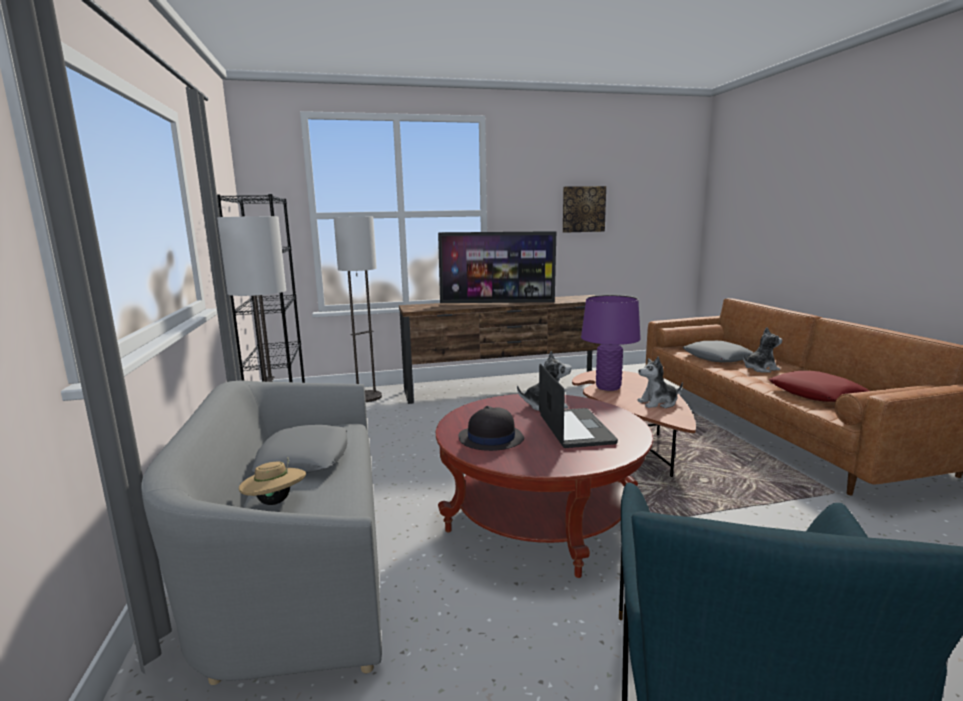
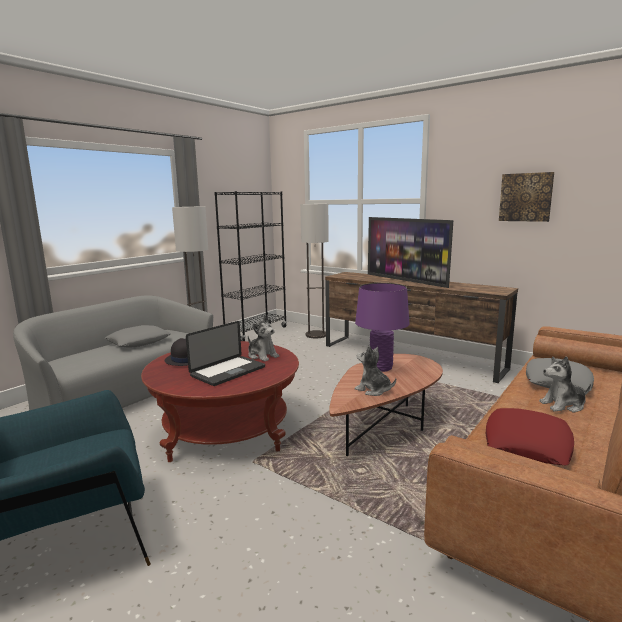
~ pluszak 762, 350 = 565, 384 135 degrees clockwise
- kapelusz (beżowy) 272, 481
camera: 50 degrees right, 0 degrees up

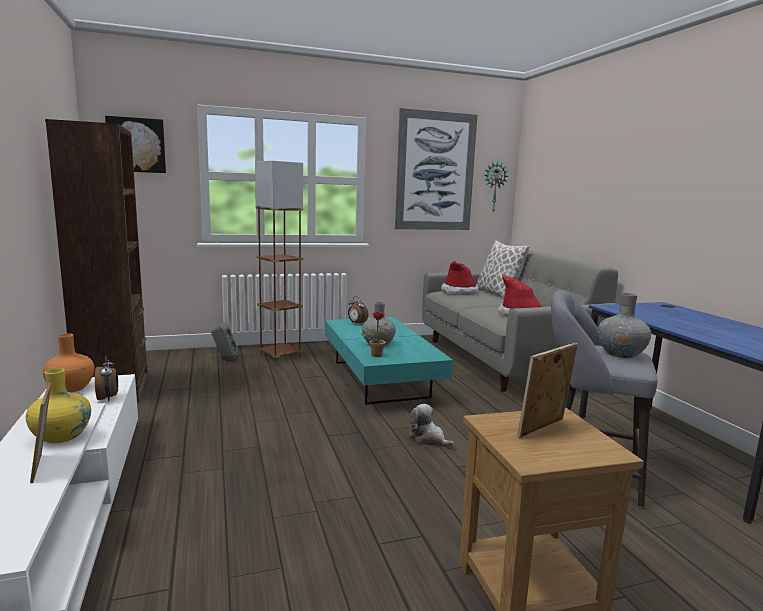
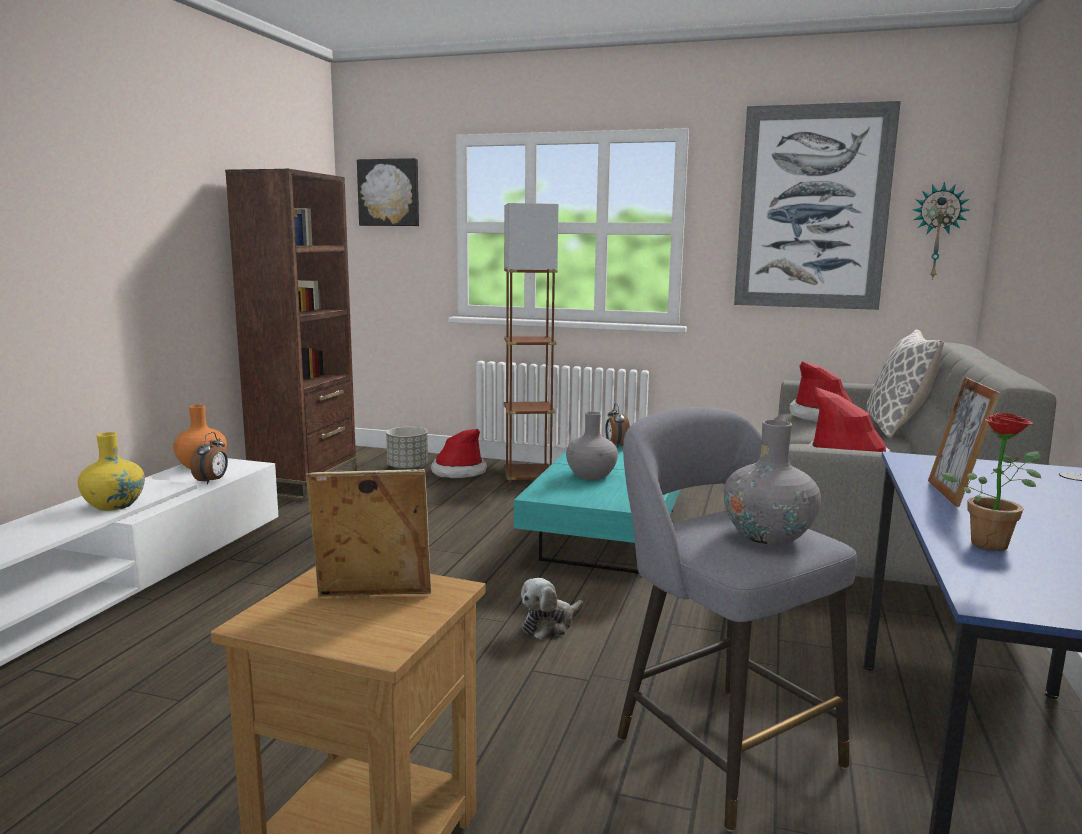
+ donica (szary) 407, 448
~ głośnik (szary) 225, 341 to kapelusz 459, 453
~ pluszak 431, 426 = 552, 609 120 degrees counterclockwise
~ ramka na zdjęcie 40, 433 to 964, 442
~ roślina doniczkowa 375, 334 to 991, 482
camera: 35 degrees right, 0 degrees up

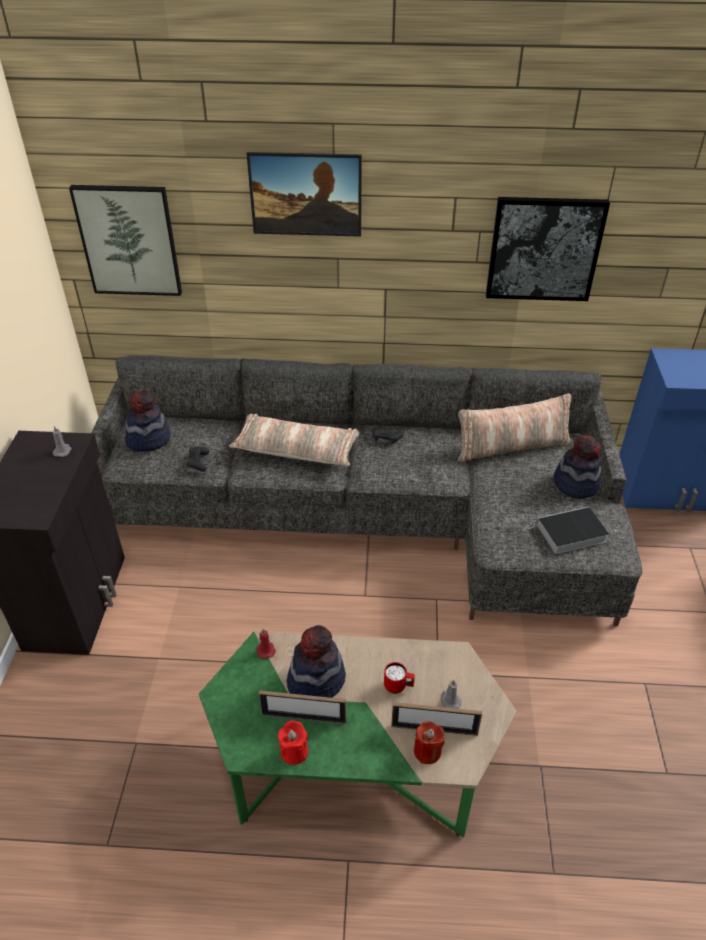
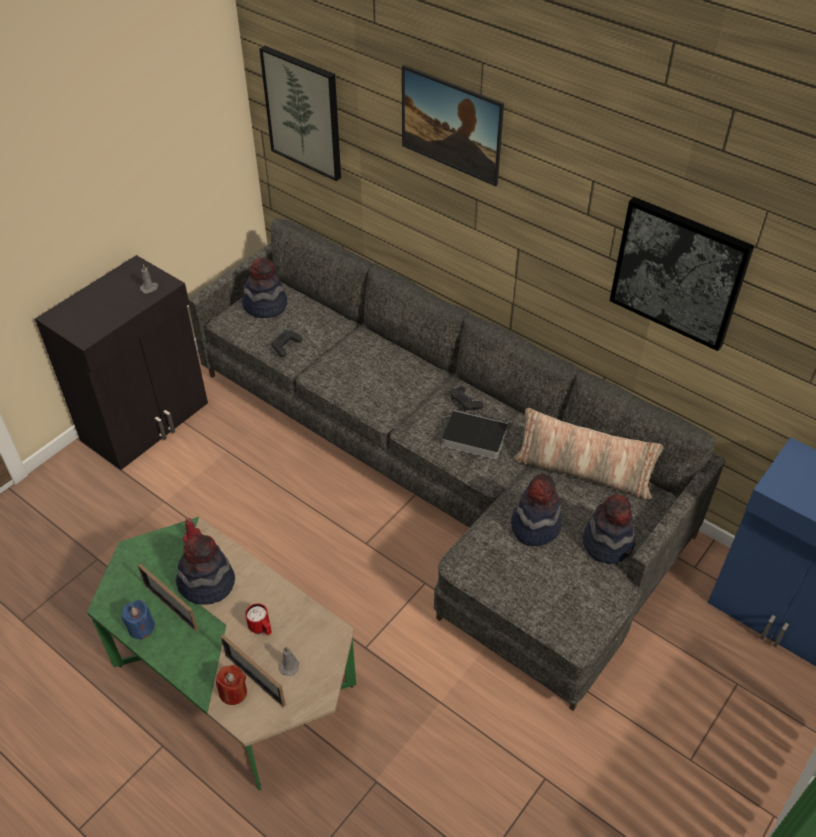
~ świeca (czerwony) 293, 743 to świeca (niebieski) 138, 620
~ książka 568, 530 to 474, 435
+ kapelusz 536, 510
- poduszka 294, 439
camera: 35 degrees right, 5 degrees up

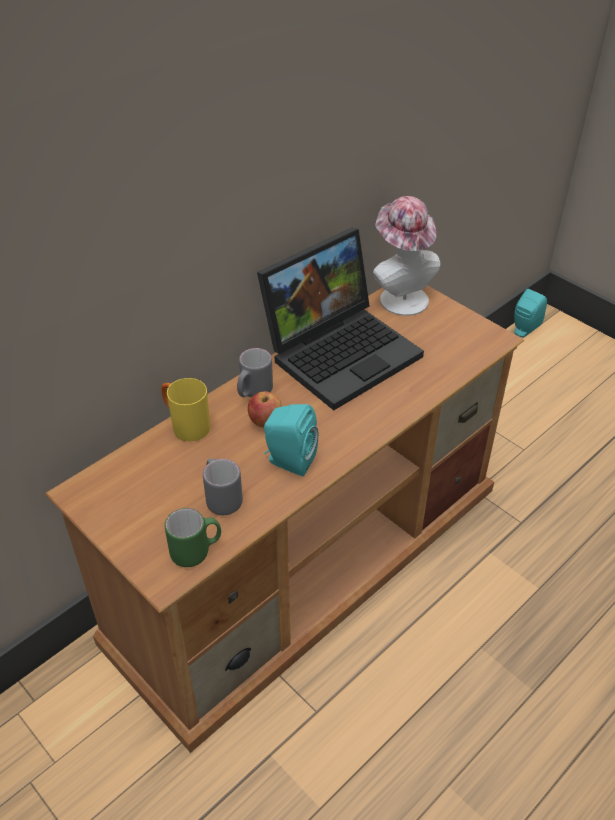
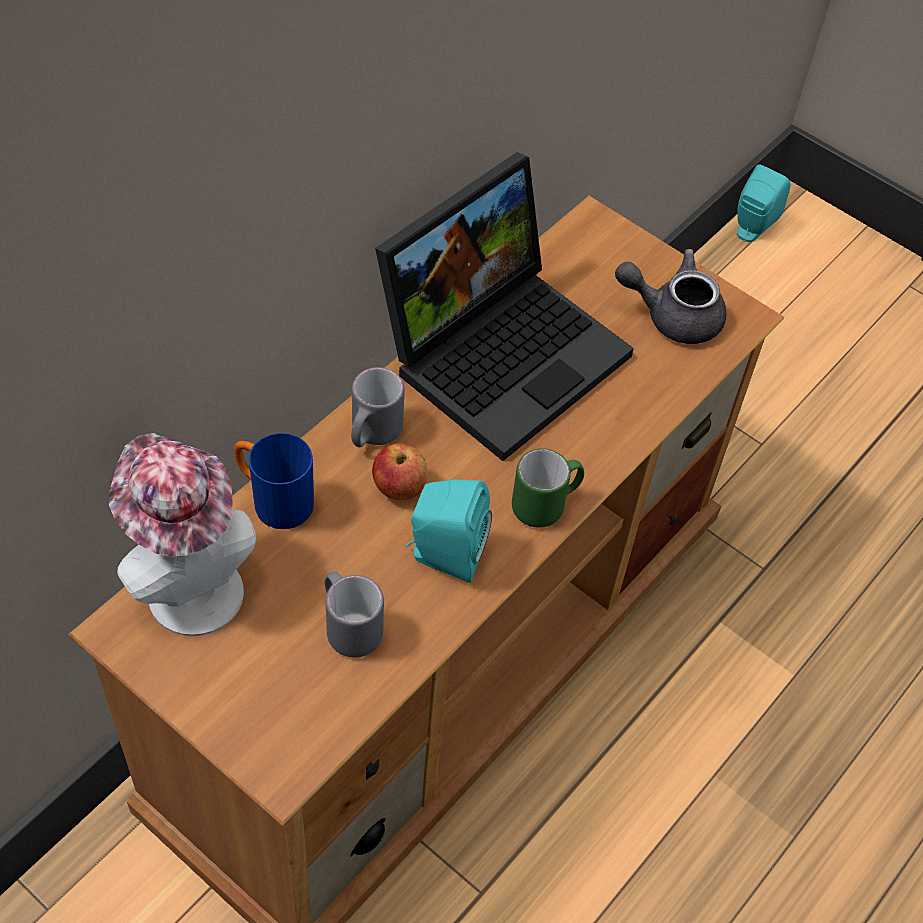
~ kapelusz 406, 256 to 182, 534
~ kubek (żółty) 185, 409 to kubek (niebieski) 274, 481
~ kubek (zielony) 193, 537 to 548, 488
+ imbryk (szary) 671, 296
camera: 10 degrees left, 10 degrees up

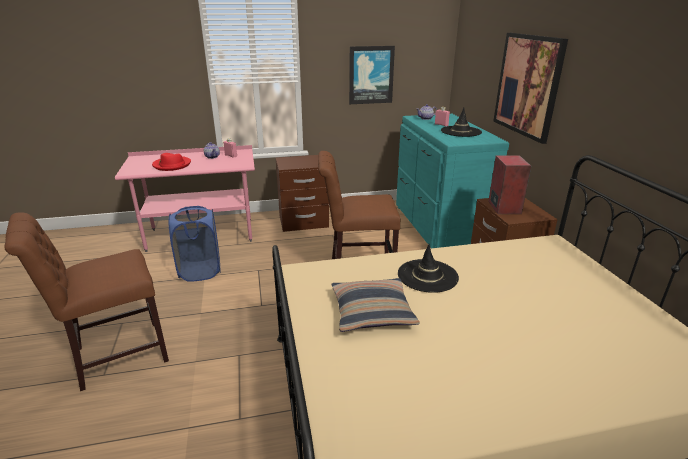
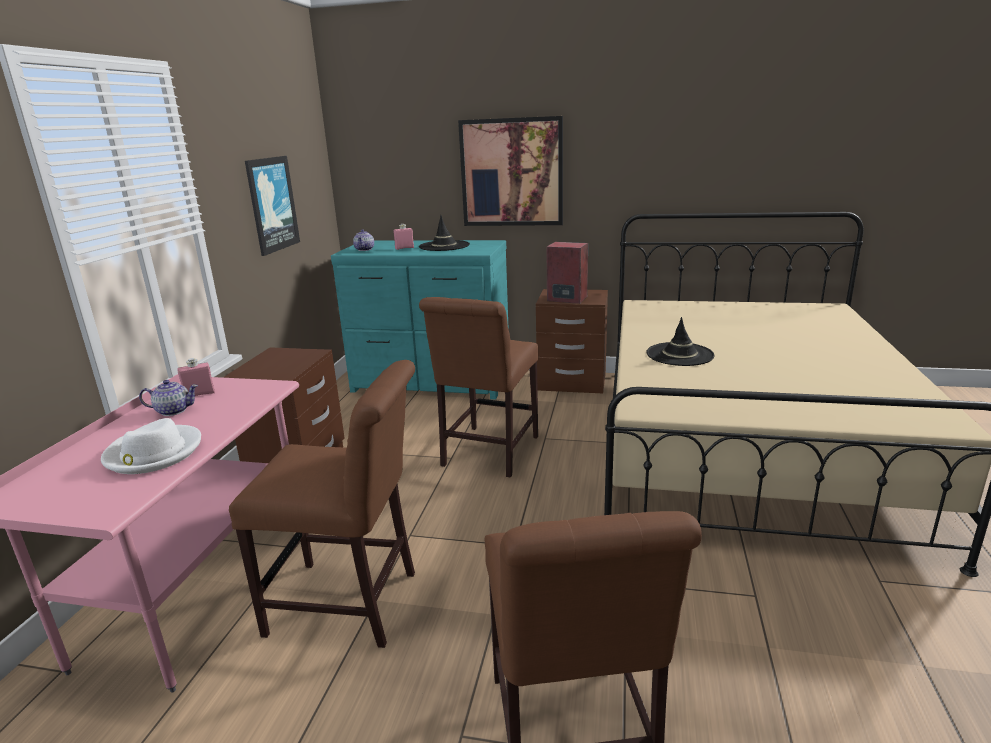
~ kapelusz (czerwony) 171, 162 to kapelusz (biały) 151, 446
~ kosz na pranie (niebieski) 195, 244 to krzesło (brązowy) 322, 504
- poduszka 375, 305
camera: 65 degrees left, 5 degrees down

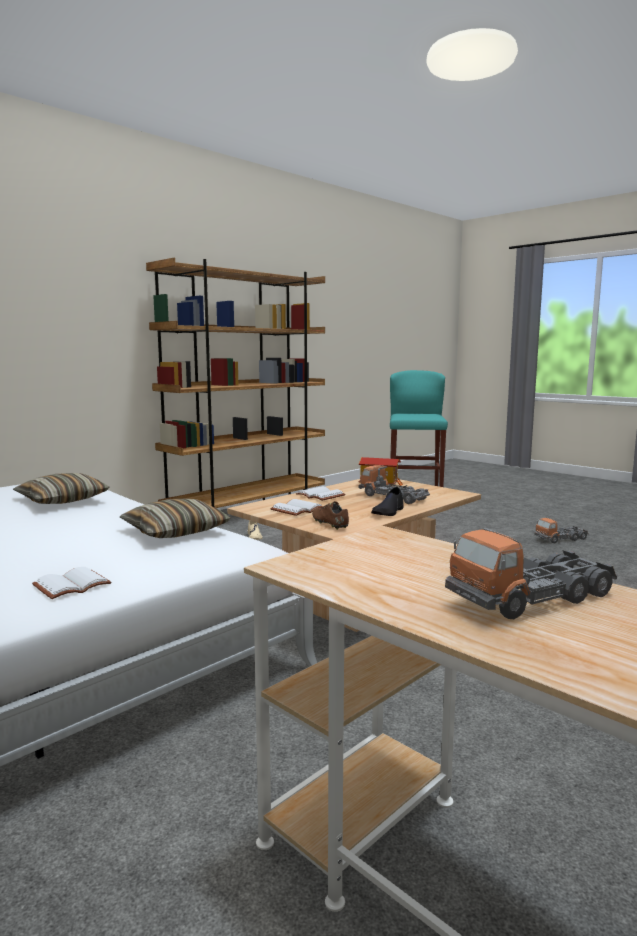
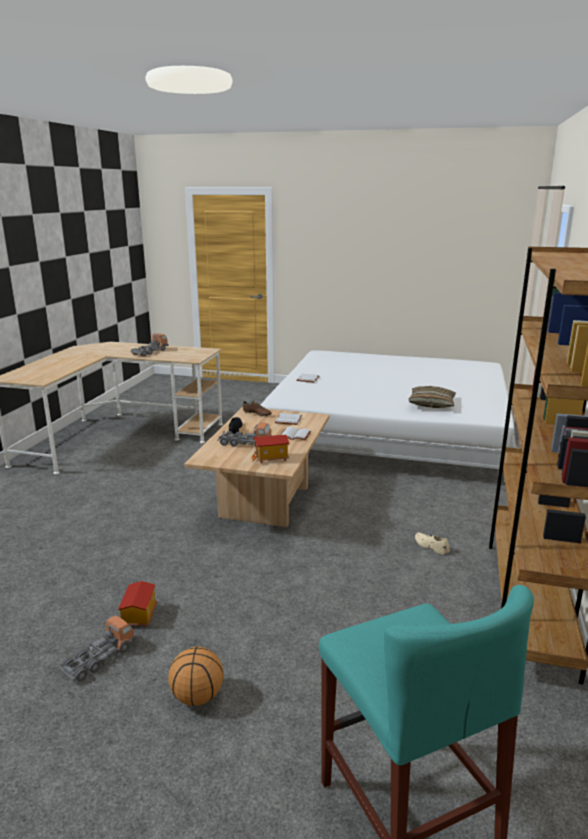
+ domek 137, 604
+ piłka do koszykówki 195, 676
- poduszka 175, 518
camera: 150 degrees right, 10 degrees up

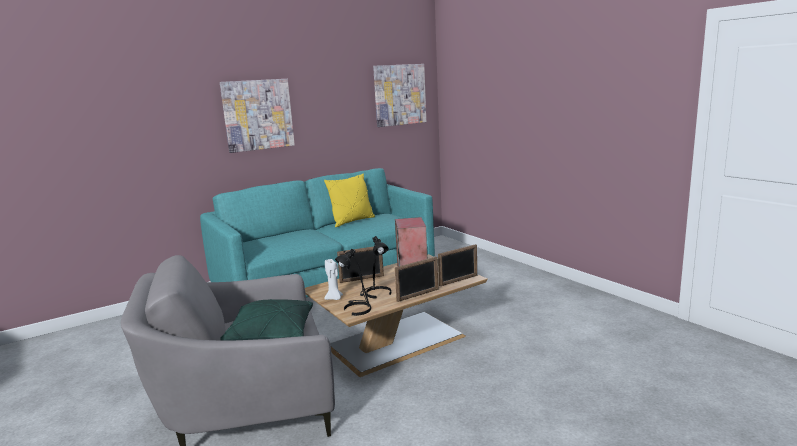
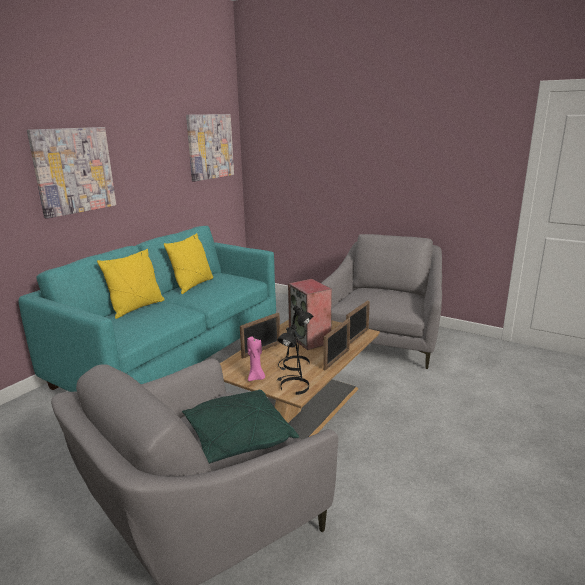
+ poduszka (żółty) 131, 284
~ świeca (biały) 333, 279 to świeca (różowy) 256, 359
+ fotel (szary) 381, 301
camera: 25 degrees left, 5 degrees up

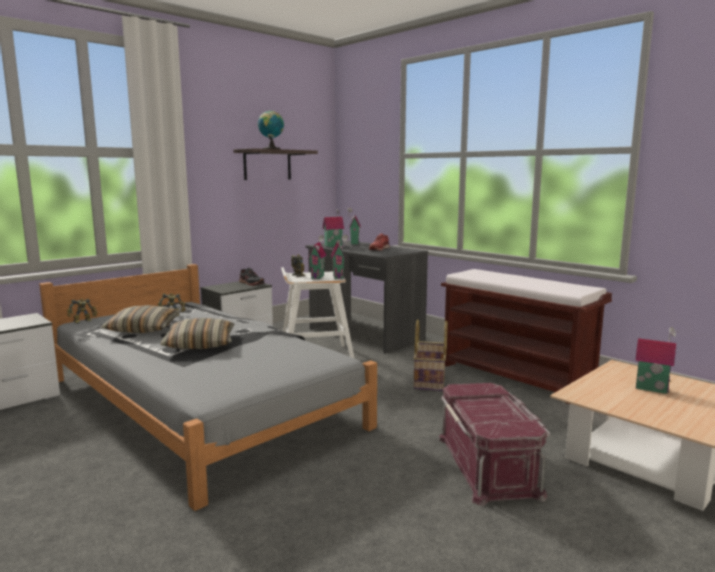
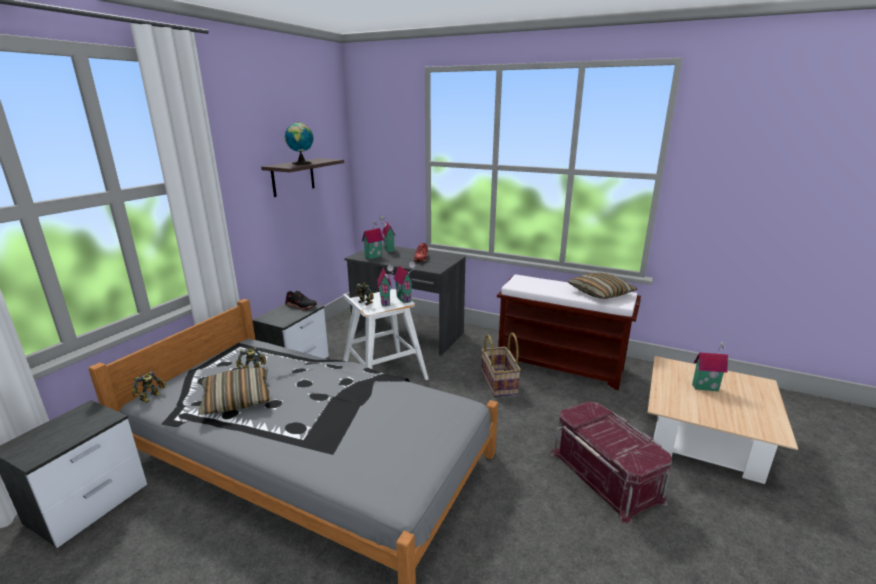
~ poduszka 197, 333 to 602, 285
camera: 20 degrees left, 10 degrees up

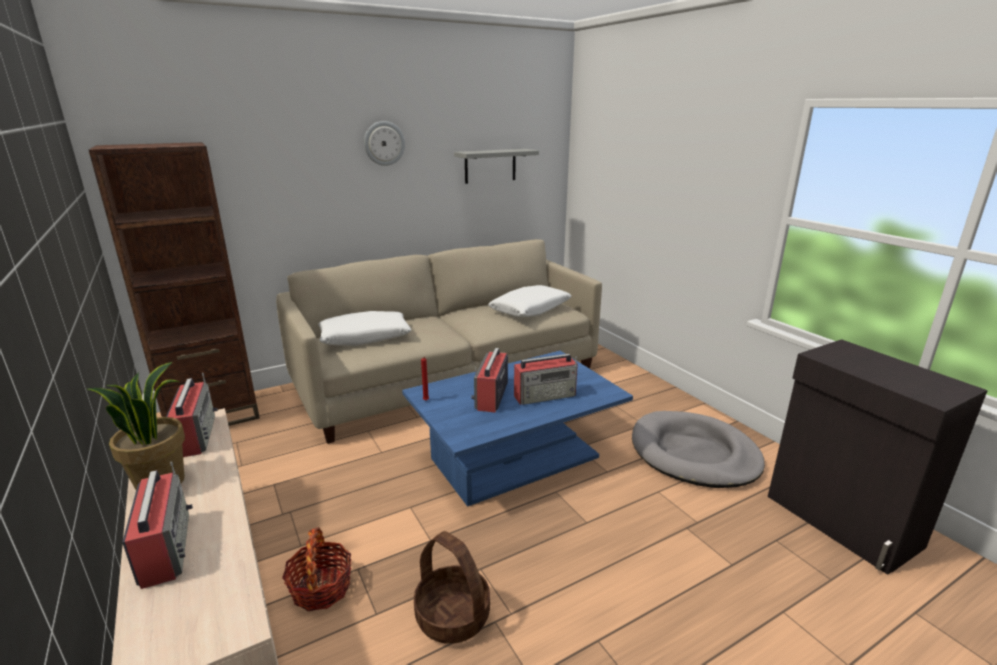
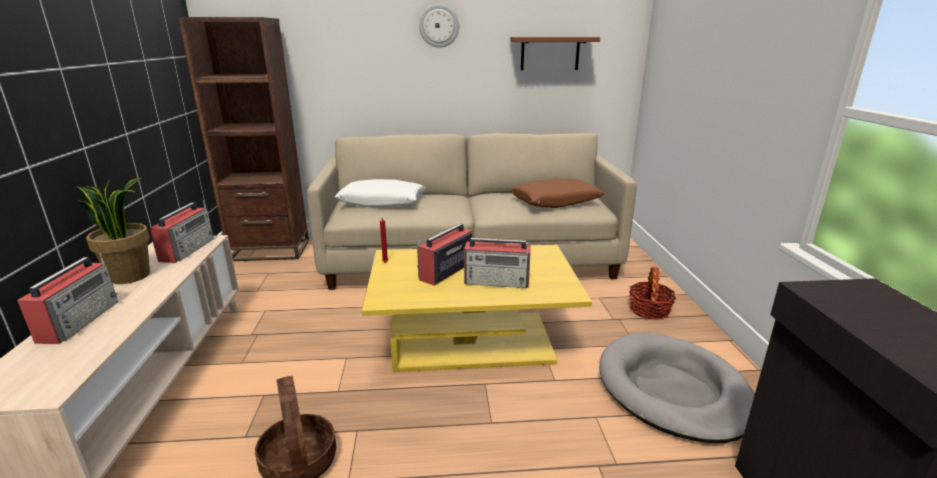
~ ława (niebieski) 517, 429 to ława (żółty) 477, 308
~ półka (szary) 496, 166 to półka (brązowy) 555, 53
~ poduszka (biały) 530, 301 to poduszka (brązowy) 557, 193
~ koszyk 317, 569 to 652, 293
camera: 25 degrees right, 0 degrees up

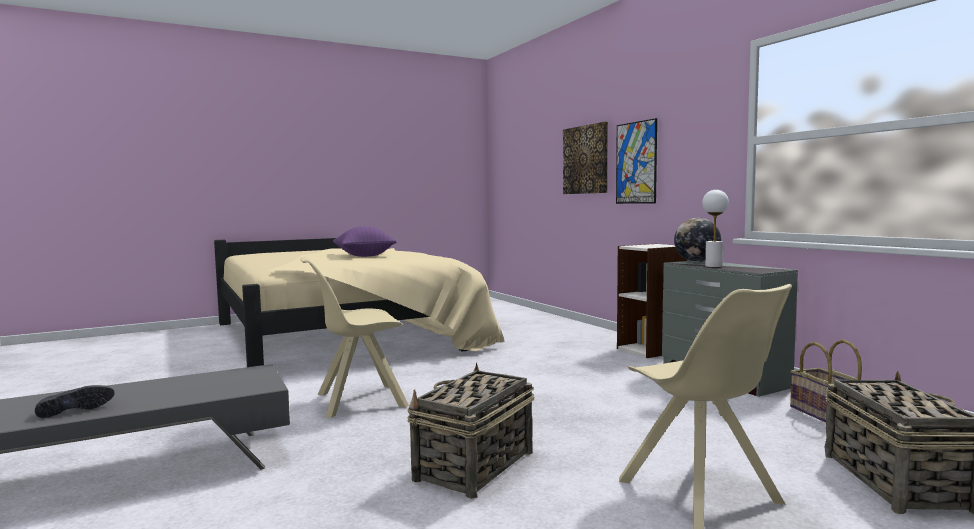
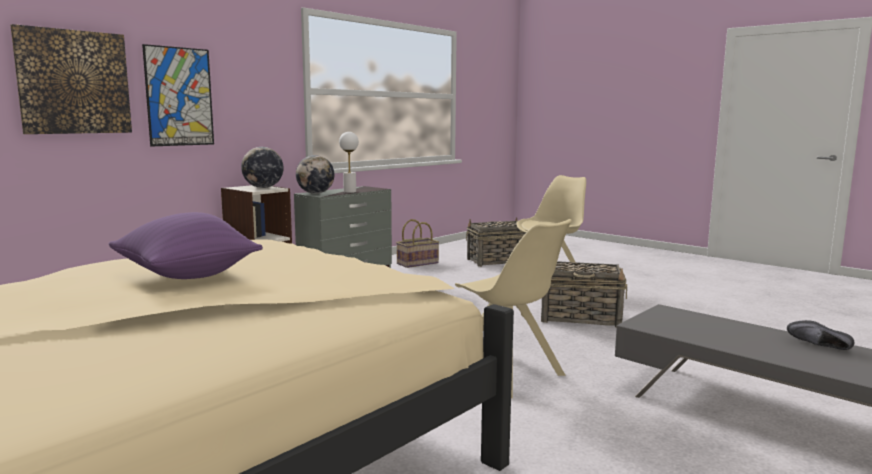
+ globus 262, 167
camera: 110 degrees left, 5 degrees up

